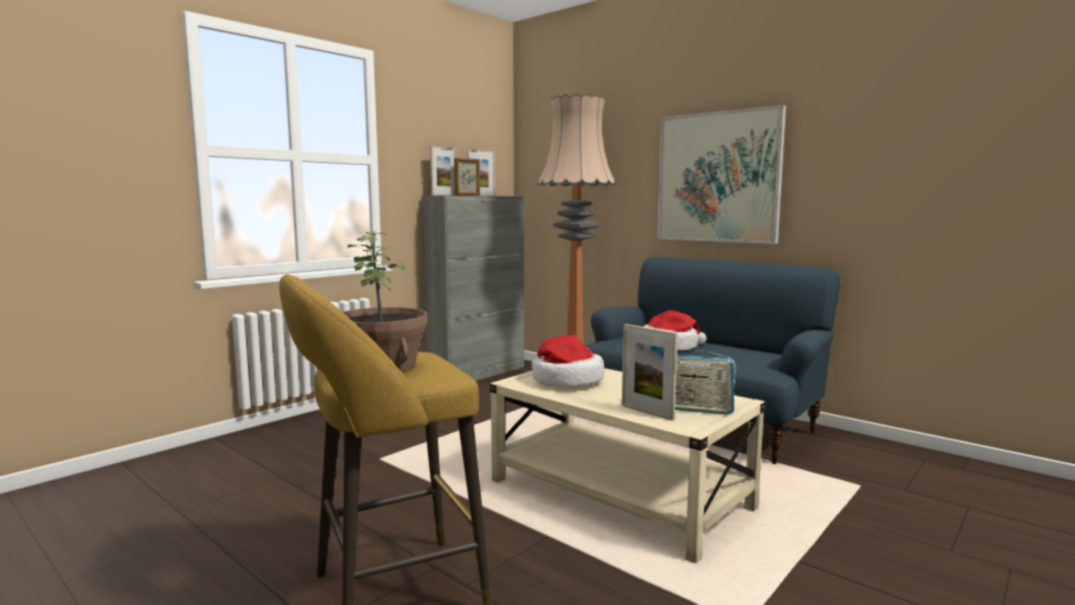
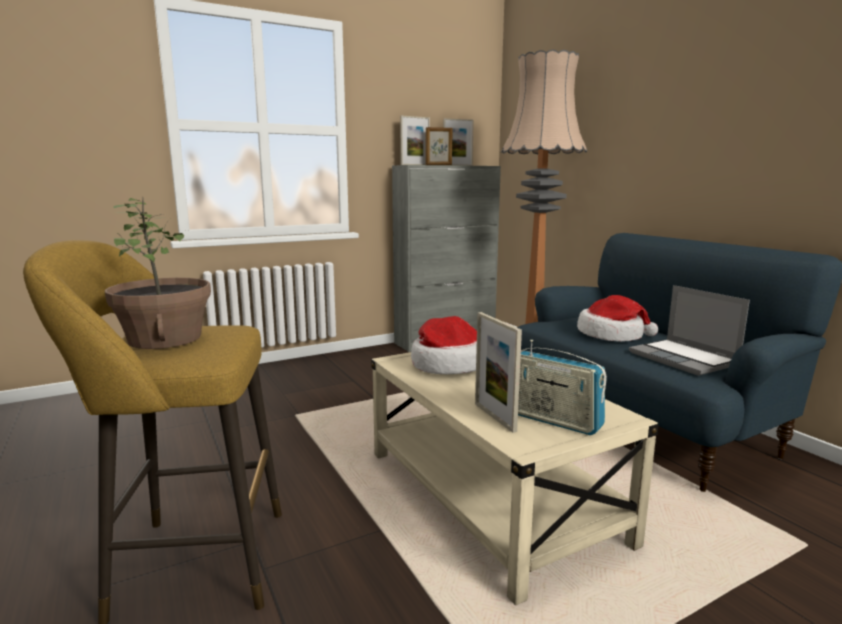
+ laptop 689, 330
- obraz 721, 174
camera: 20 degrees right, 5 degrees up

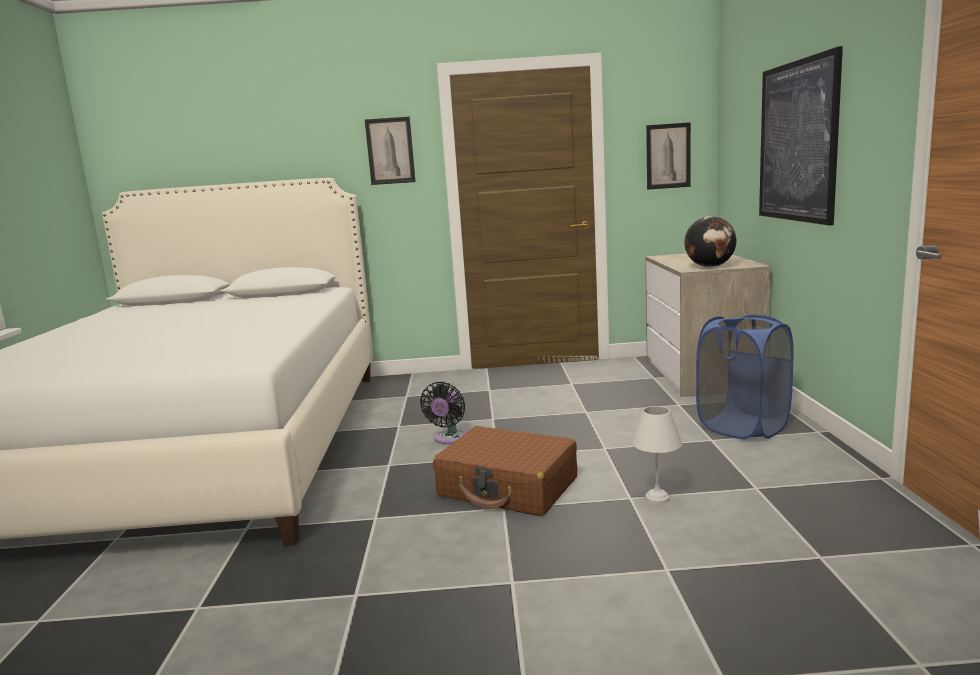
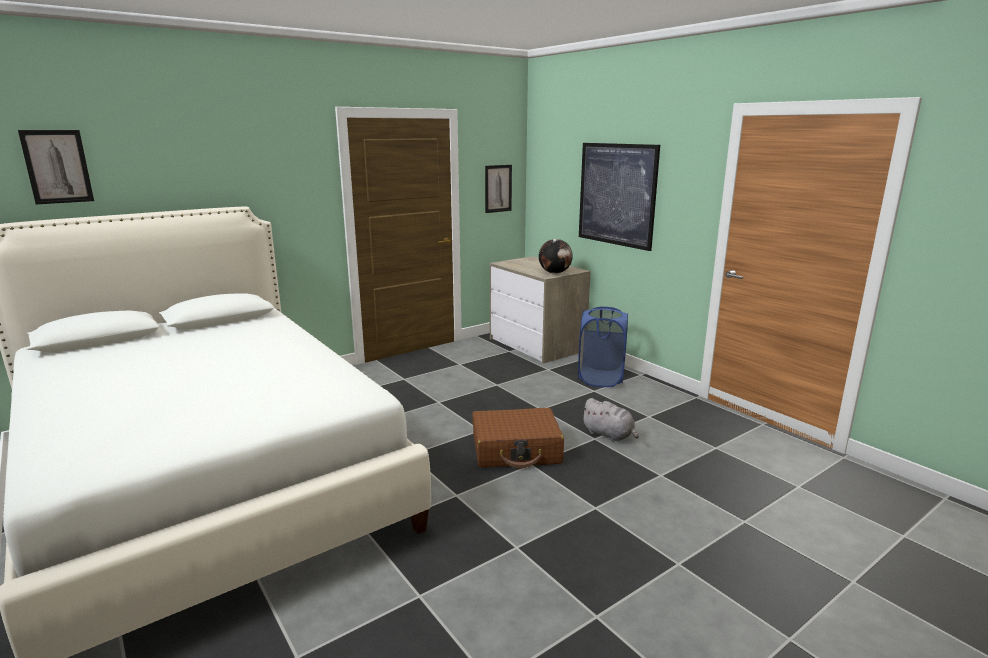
~ obraz 390, 151 to 56, 167
~ lampa stołowa (biały) 657, 455 to pluszak (szary) 610, 420
- wentylator (czarny) 443, 413
camera: 35 degrees left, 5 degrees up

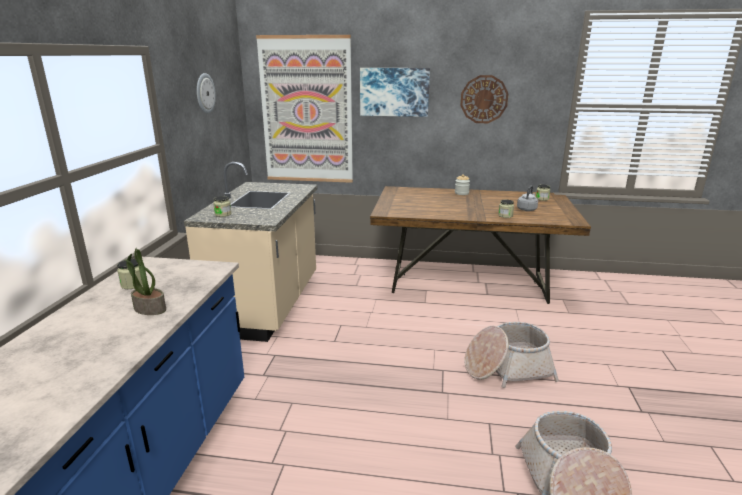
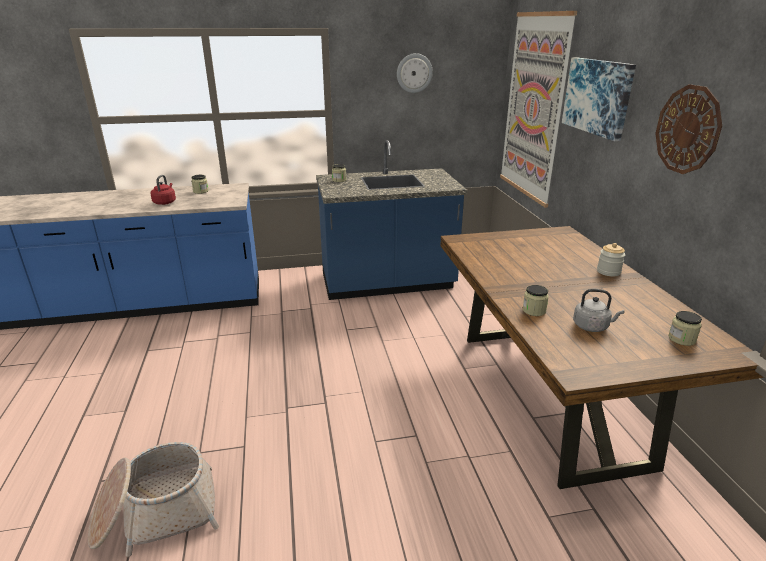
~ roślina doniczkowa 145, 281 to czajnik (czerwony) 163, 190
~ zabudowa kuchenna (beżowy) 250, 252 to zabudowa kuchenna (niebieski) 391, 220
- koszyk 511, 355
camera: 70 degrees right, 5 degrees up

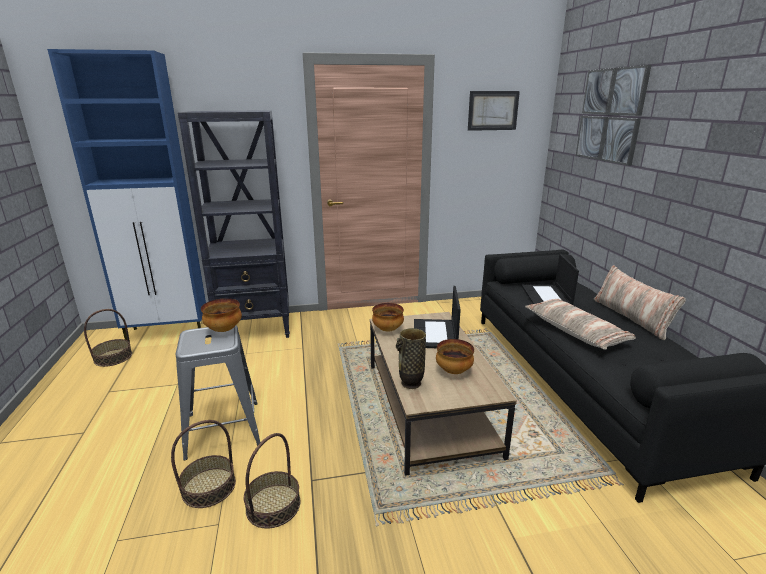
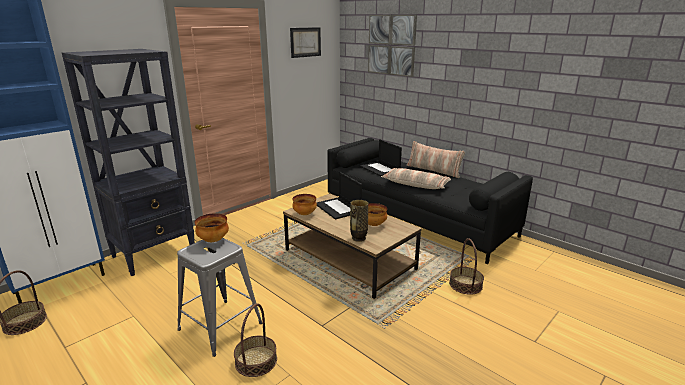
~ koszyk 272, 481 to 466, 266
camera: 35 degrees left, 0 degrees up

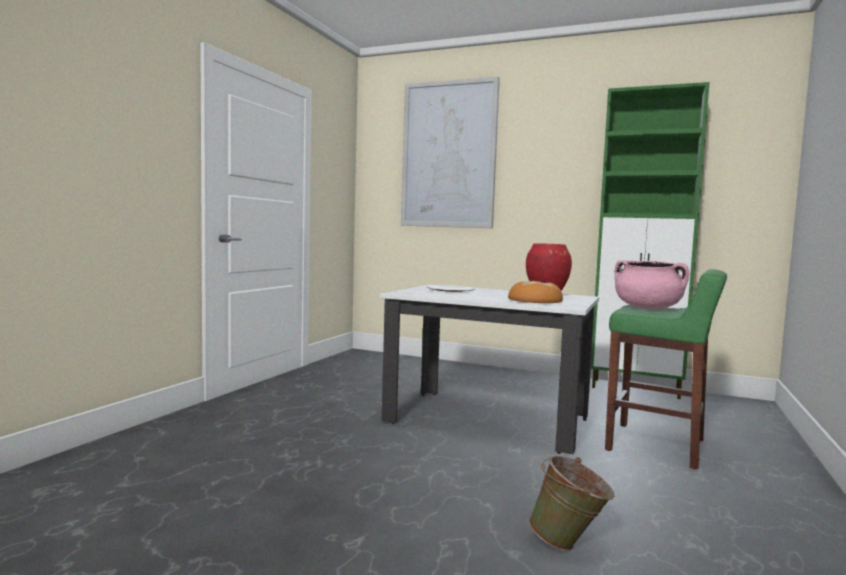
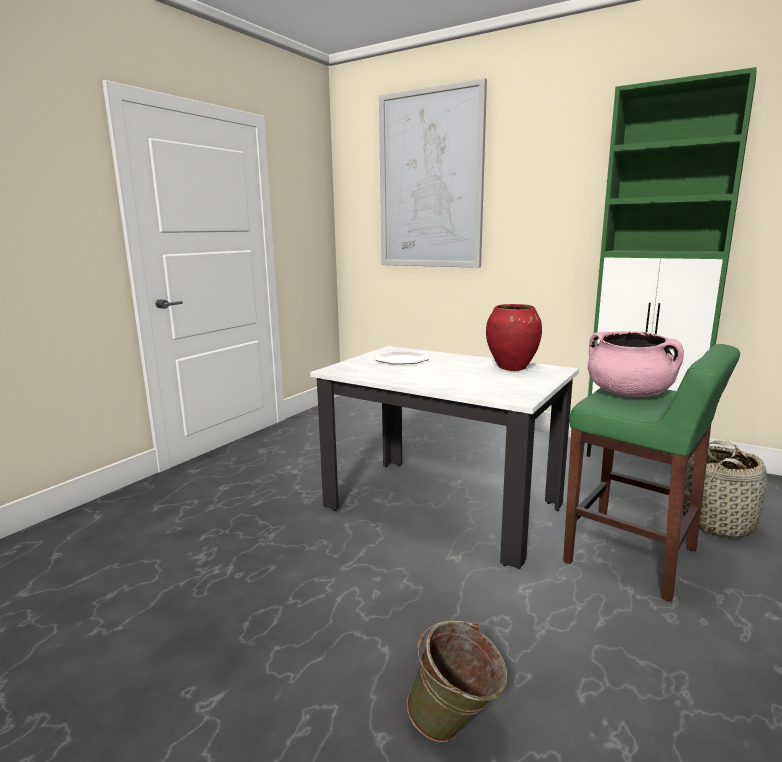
+ koszyk 725, 489
- chleb 535, 292
camera: 10 degrees right, 10 degrees up

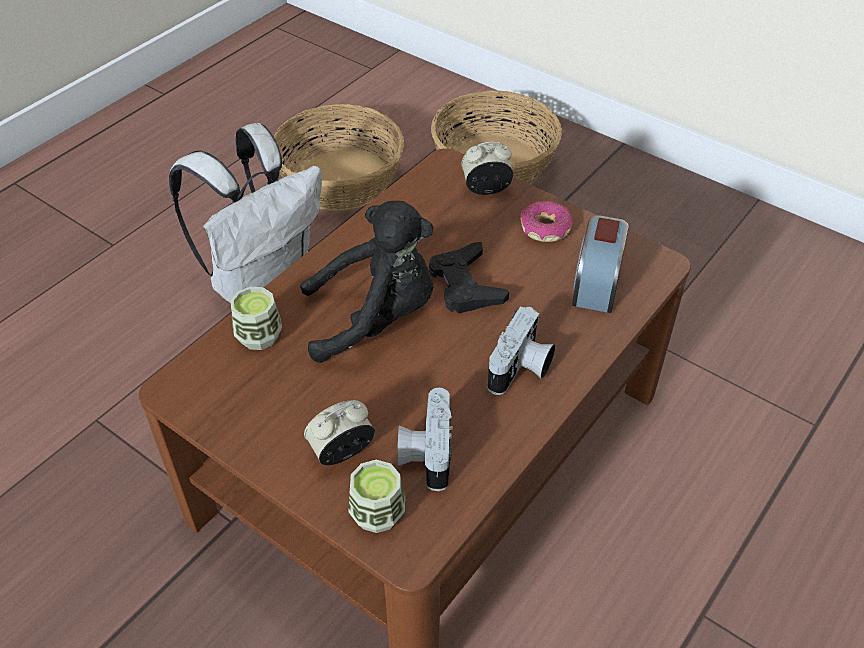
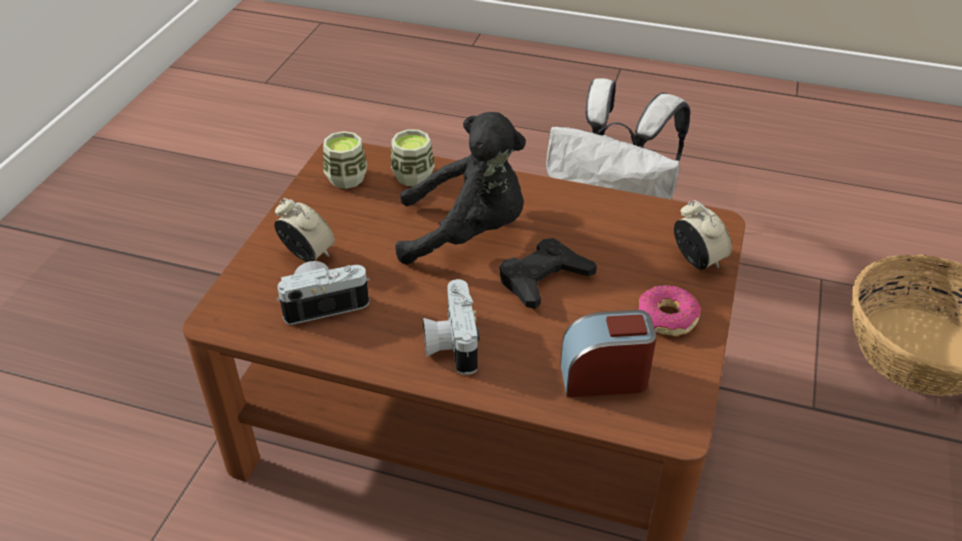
~ filiżanka 376, 496 to 345, 160
~ pluszak (czarny) 366, 282 = 460, 188 60 degrees counterclockwise
~ aparat fotograficzny 522, 350 = 451, 327 75 degrees clockwise
- koszyk 339, 157
camera: 70 degrees right, 5 degrees down

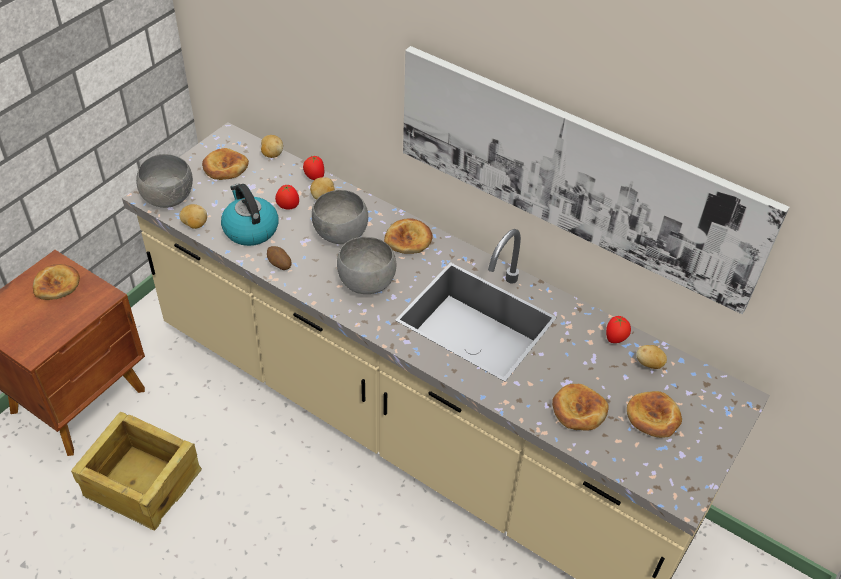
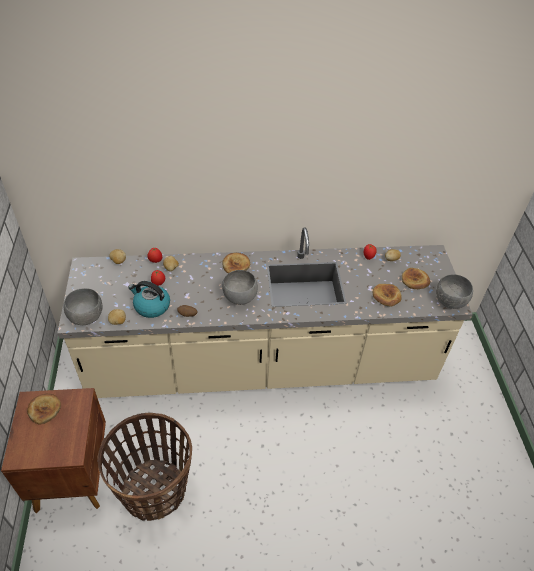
~ skrzynka 136, 471 to koszyk 144, 467
~ miska (szary) 340, 217 to 454, 291
- chleb 225, 164
- obraz 596, 180
camera: 40 degrees left, 0 degrees up

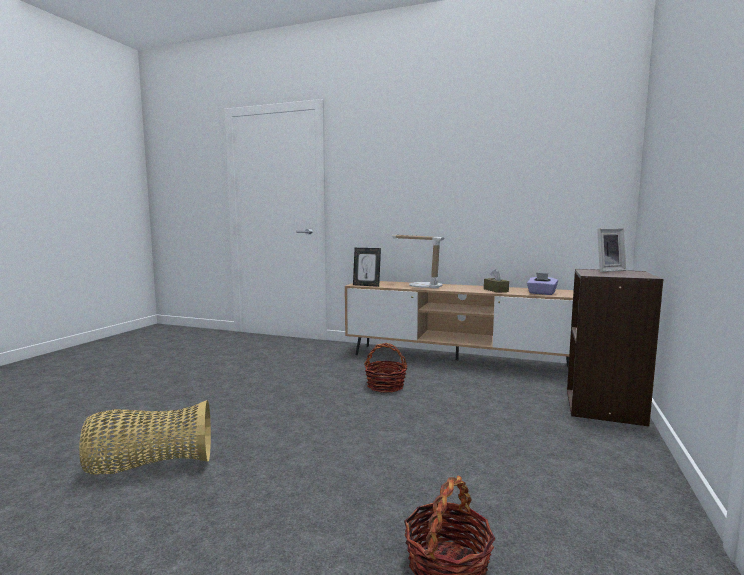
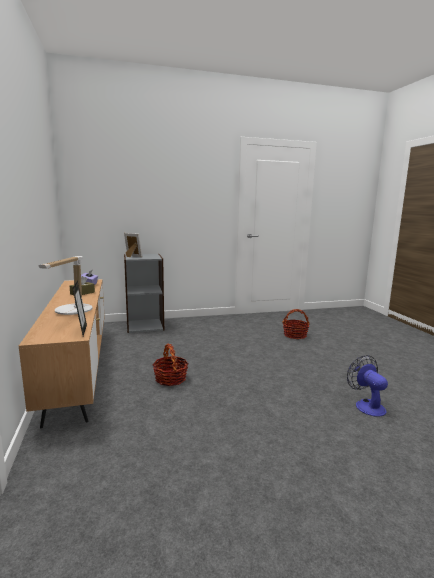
~ regał (brązowy) 615, 347 to regał (szary) 144, 293
~ koszyk 145, 437 to wentylator 367, 386
camera: 125 degrees left, 5 degrees up

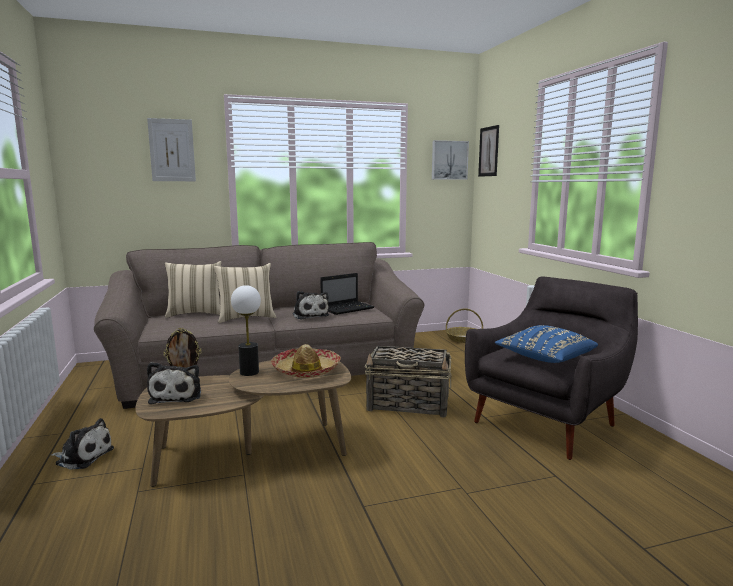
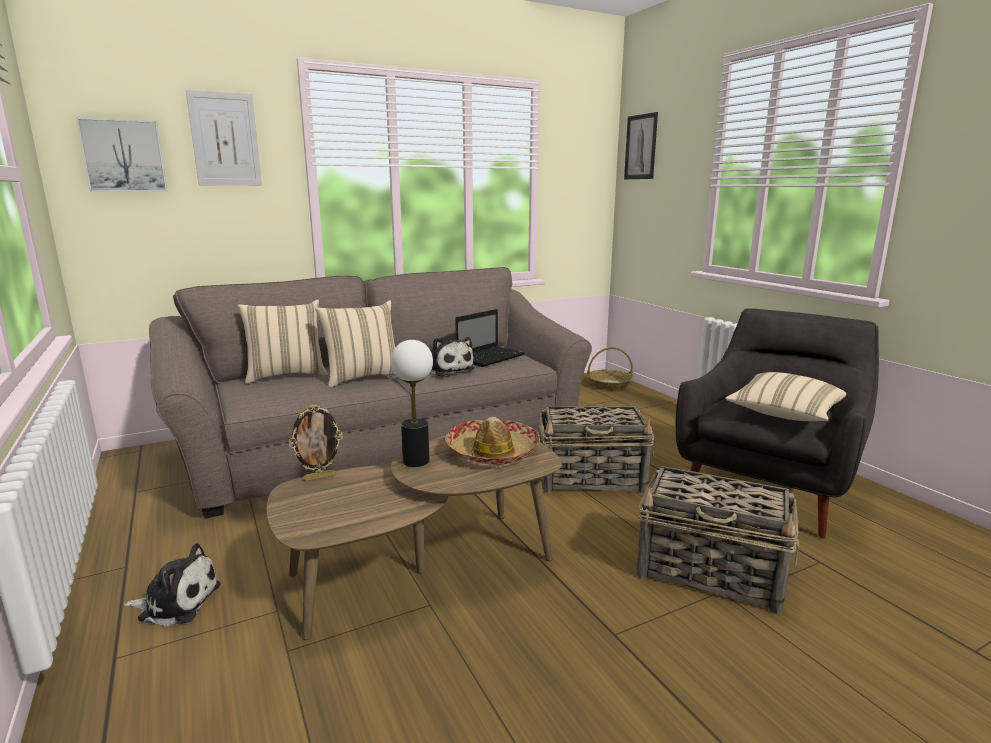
~ obraz 450, 160 to 121, 155
+ koszyk 718, 540
~ poduszka (niebieski) 546, 344 to poduszka (beżowy) 785, 396
- pluszak 174, 383
camera: 10 degrees left, 5 degrees up

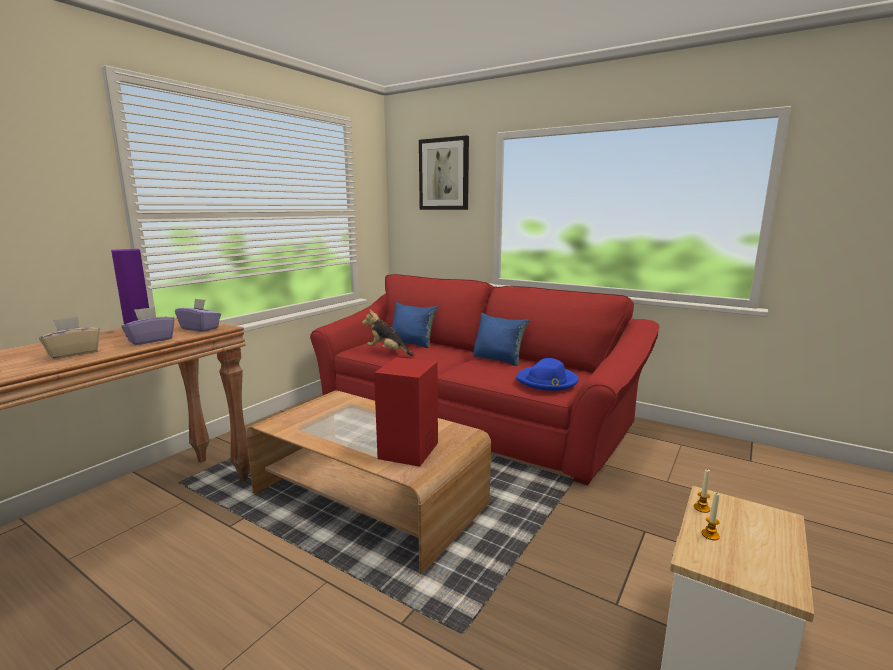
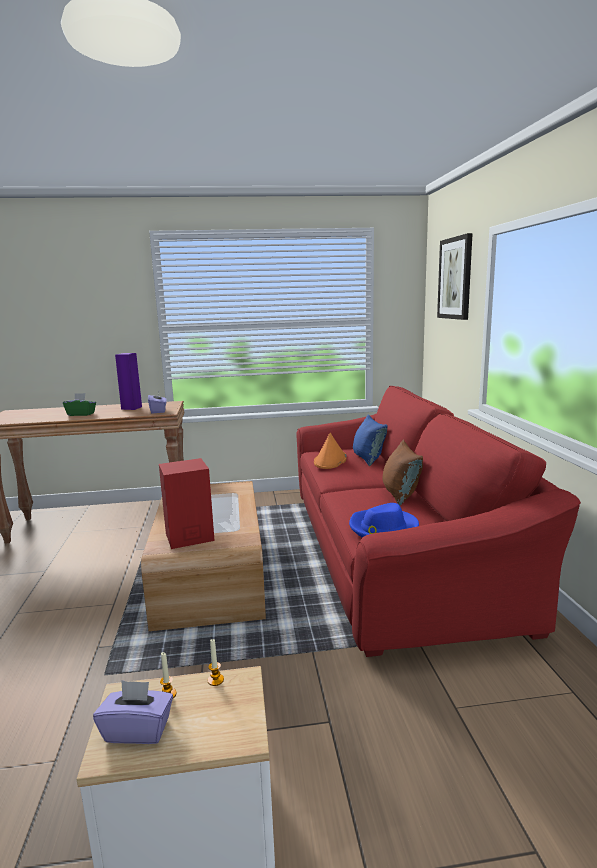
~ pudełko chusteczek (beżowy) 69, 338 to pudełko chusteczek (zielony) 79, 404
~ pudełko chusteczek (fioletowy) 148, 326 to 133, 712
~ pluszak 388, 332 to kapelusz (pomarańczowy) 330, 451
~ poduszka (niebieski) 501, 339 to poduszka (brązowy) 402, 472
camera: 50 degrees right, 0 degrees up

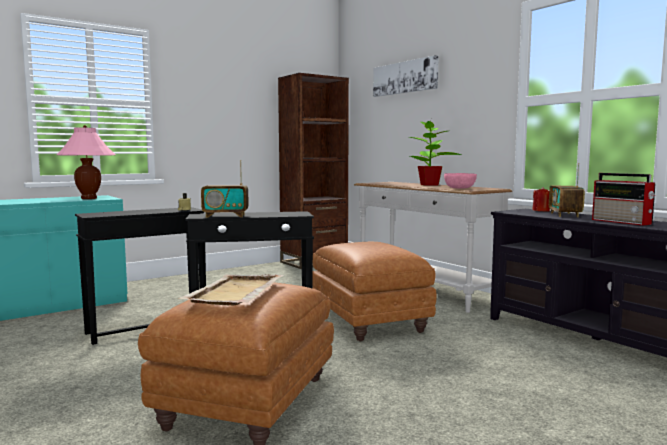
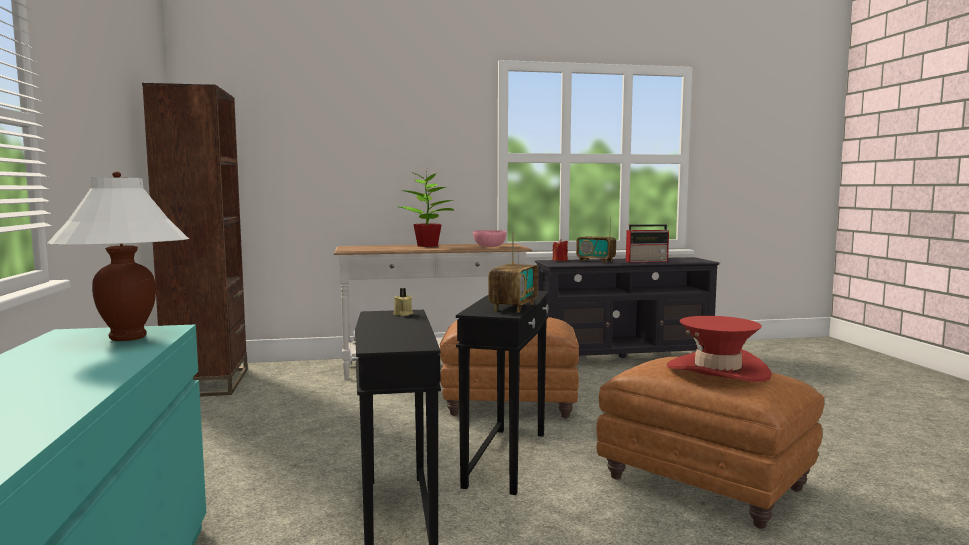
~ lampa stołowa (różowy) 85, 162 to lampa stołowa (biały) 118, 256
~ taca (beżowy) 230, 290 to kapelusz (czerwony) 719, 349
- obraz 406, 76
camera: 65 degrees left, 0 degrees up

